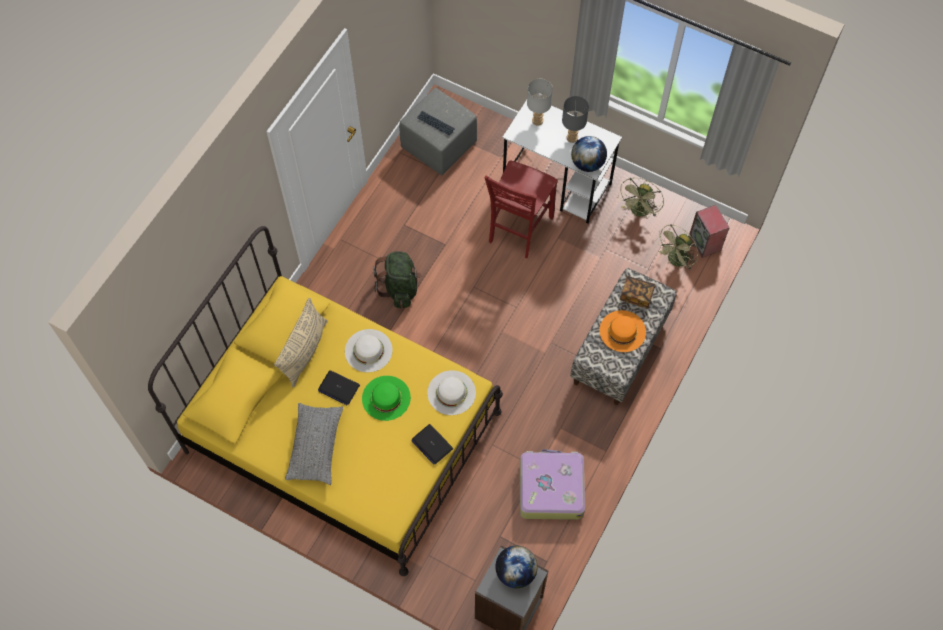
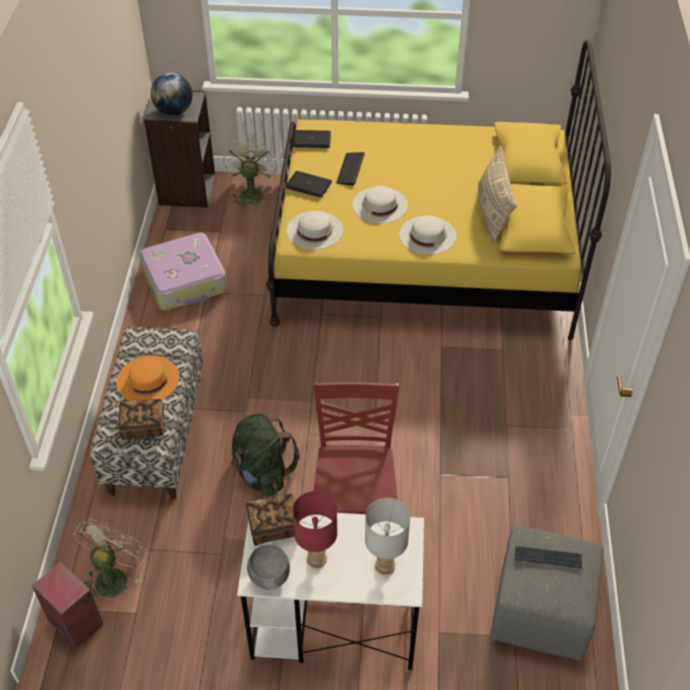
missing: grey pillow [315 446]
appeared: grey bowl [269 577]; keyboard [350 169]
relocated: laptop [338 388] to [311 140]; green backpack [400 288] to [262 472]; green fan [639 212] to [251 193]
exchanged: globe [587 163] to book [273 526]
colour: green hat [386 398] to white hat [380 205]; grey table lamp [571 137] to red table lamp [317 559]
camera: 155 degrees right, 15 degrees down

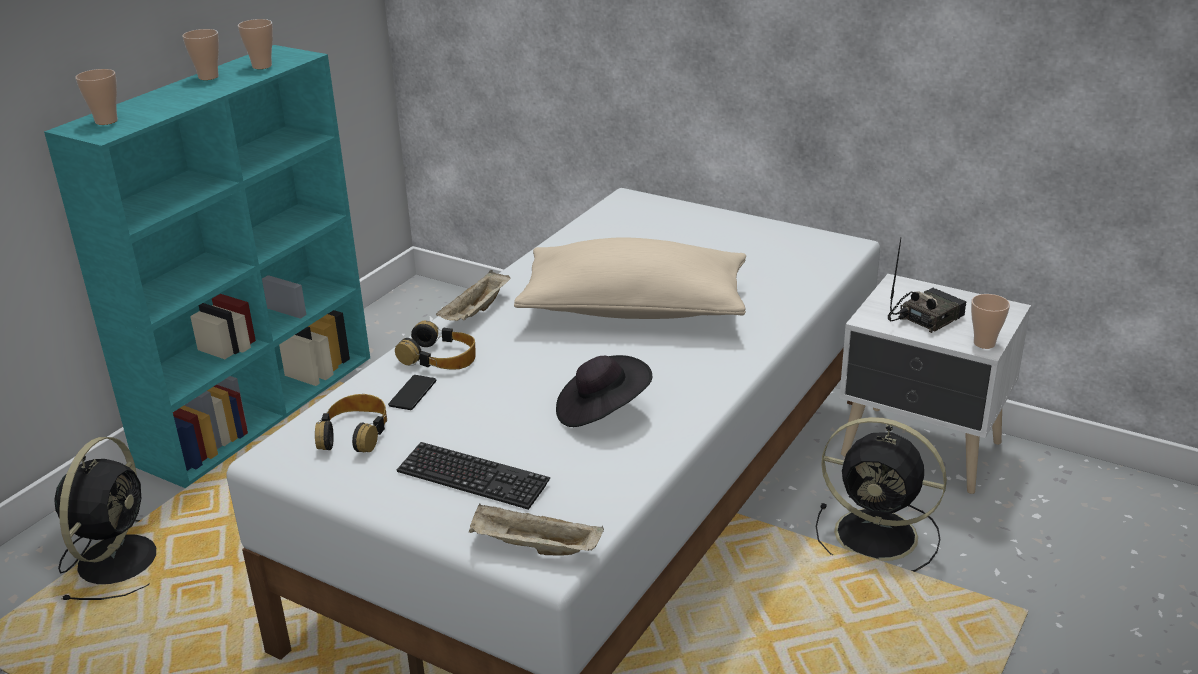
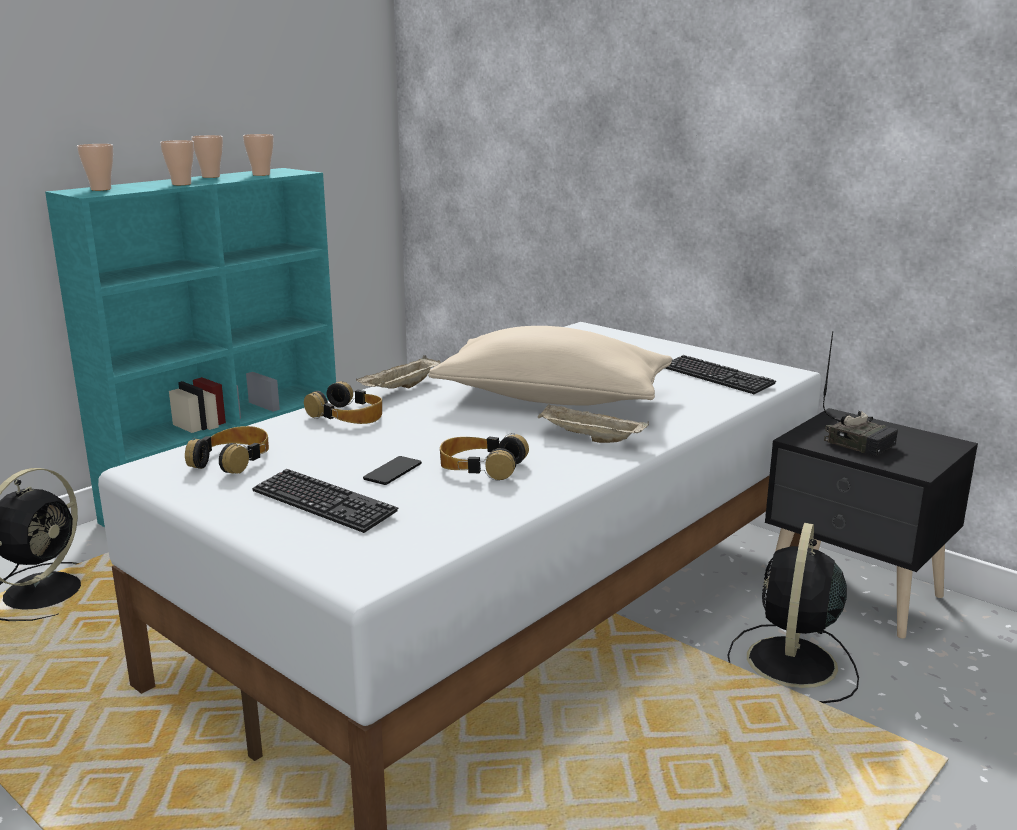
appeared: keyboard [717 377]
relocated: phone [412 393] to [392 471]; beige tray [533 548] to [589 438]; cup [984 343] to [181 184]
exchanged: black hat [601 411] to headphones [481 467]
colour: white nightstand [922 451] to black nightstand [855 595]
spun: black fan [880 535] = [791 664] 75 degrees clockwise; radio [925 317] = [859 442] 75 degrees clockwise
camera: 10 degrees right, 10 degrees down

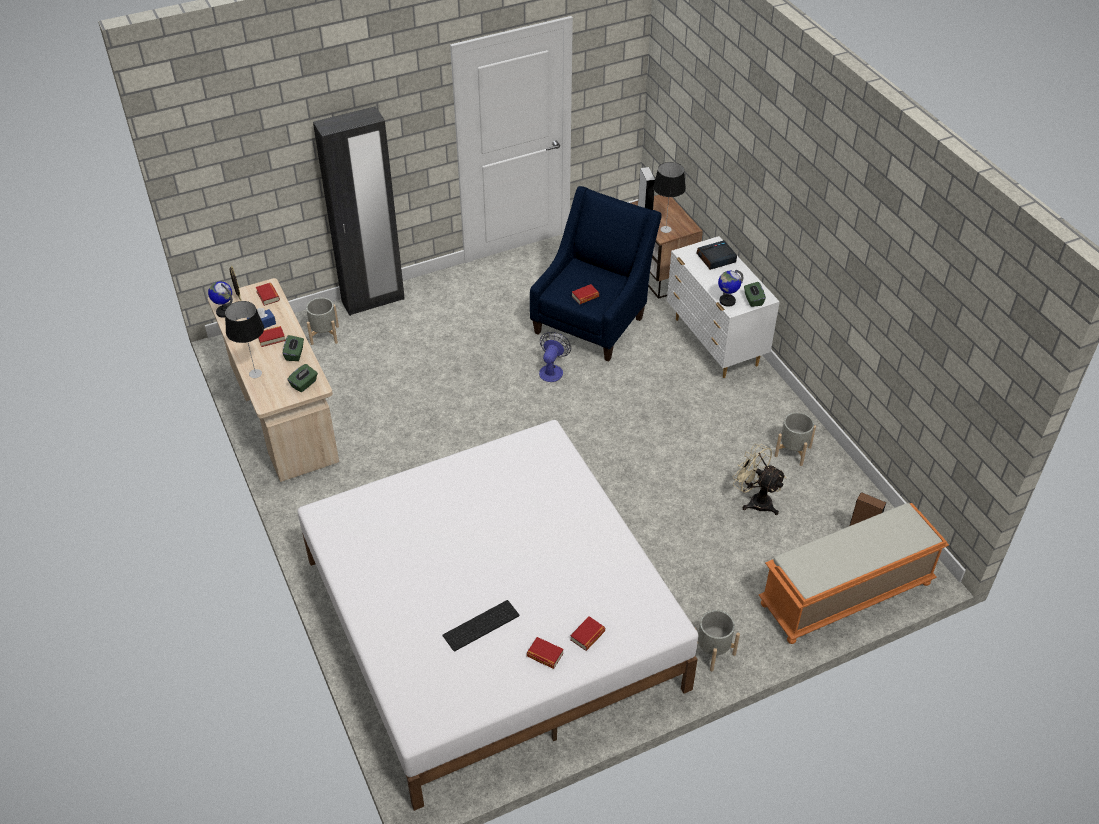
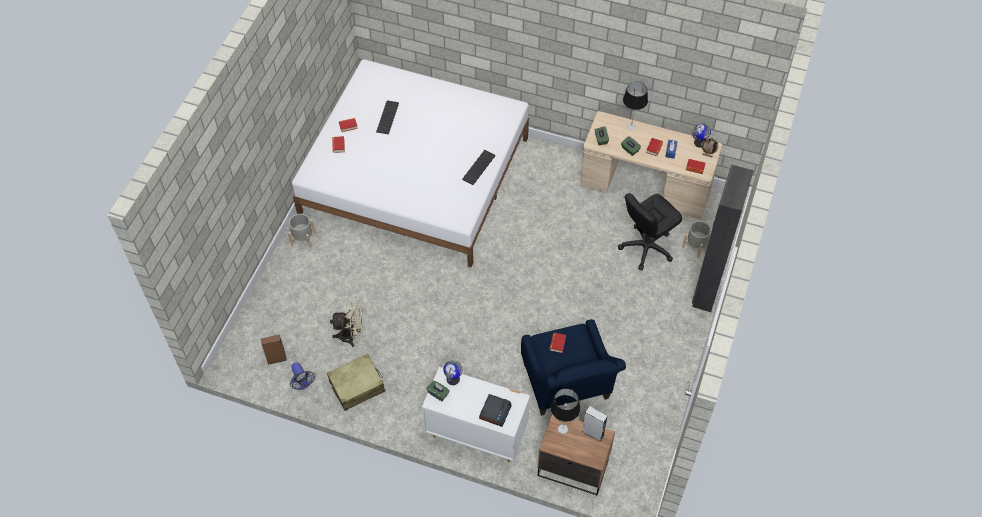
missing: orange bench [845 595]
appeared: keyboard [478 166]; black office chair [646 247]
relocated: fan [552 370] to [302 384]
exchanged: grey planter [793 451] to beige suitcase [357 386]
camera: 135 degrees right, 10 degrees up

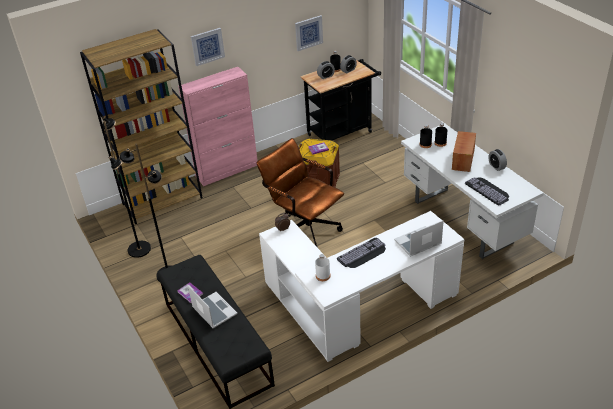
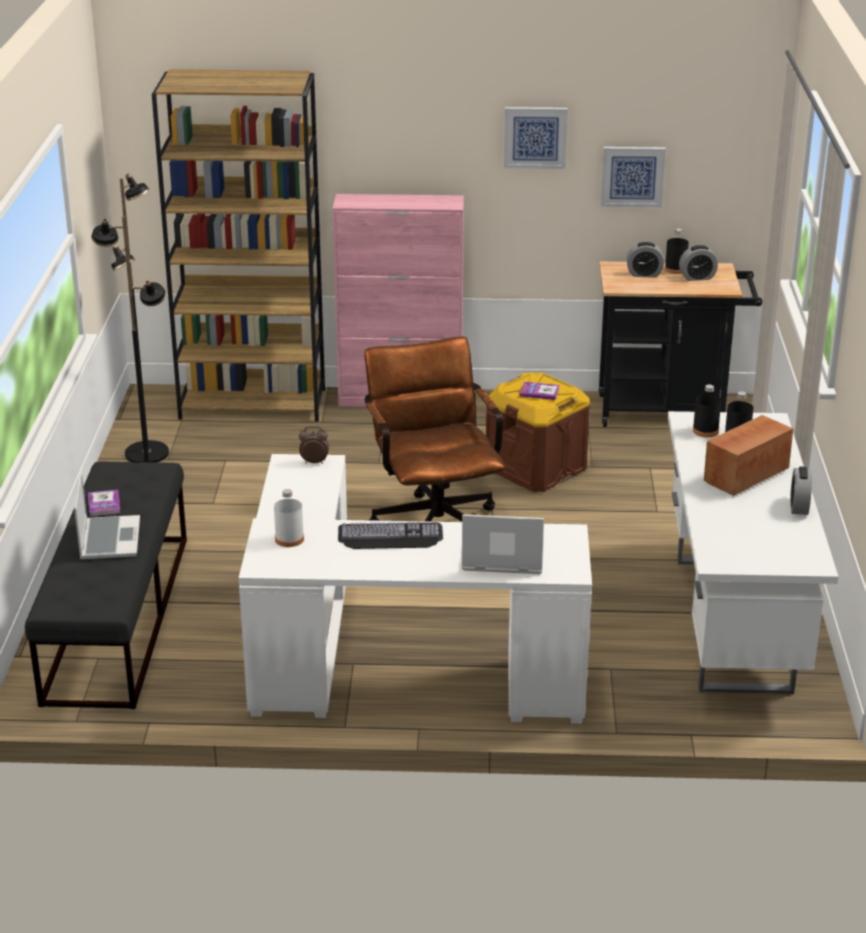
missing: keyboard [488 190]
relocated: picture [207 46] to [535 137]
camera: 30 degrees right, 10 degrees down

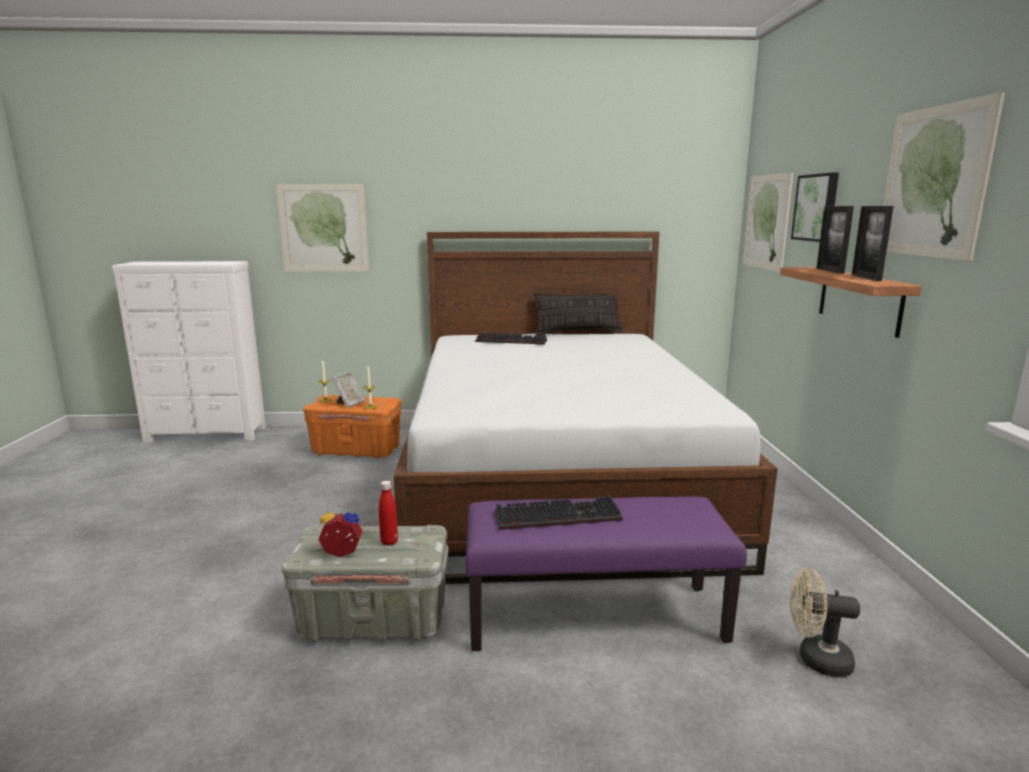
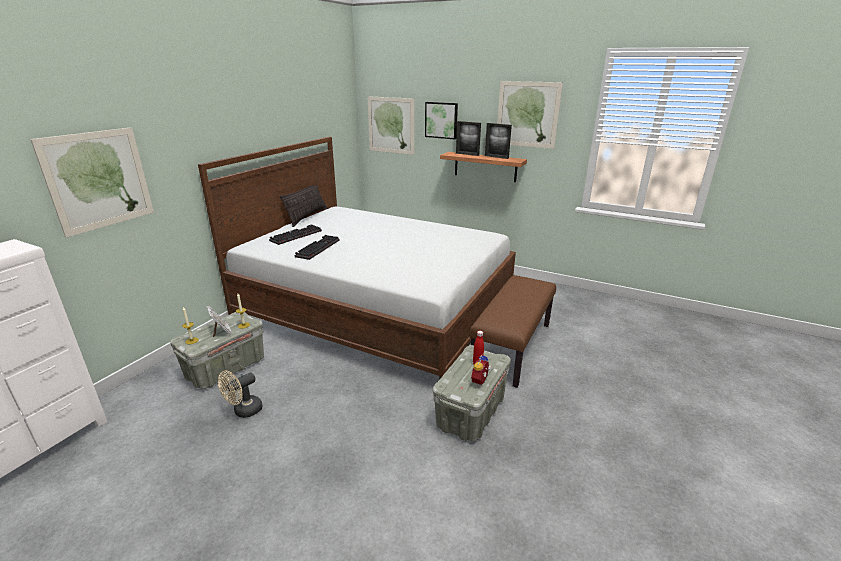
relocated: keyboard [559 515] to [317 248]; beige fan [816 659] to [244 411]
colour: orange storage box [357 450] to grey storage box [226 368]; purple bench [595 616] to brown bench [511 347]
camera: 60 degrees left, 10 degrees up

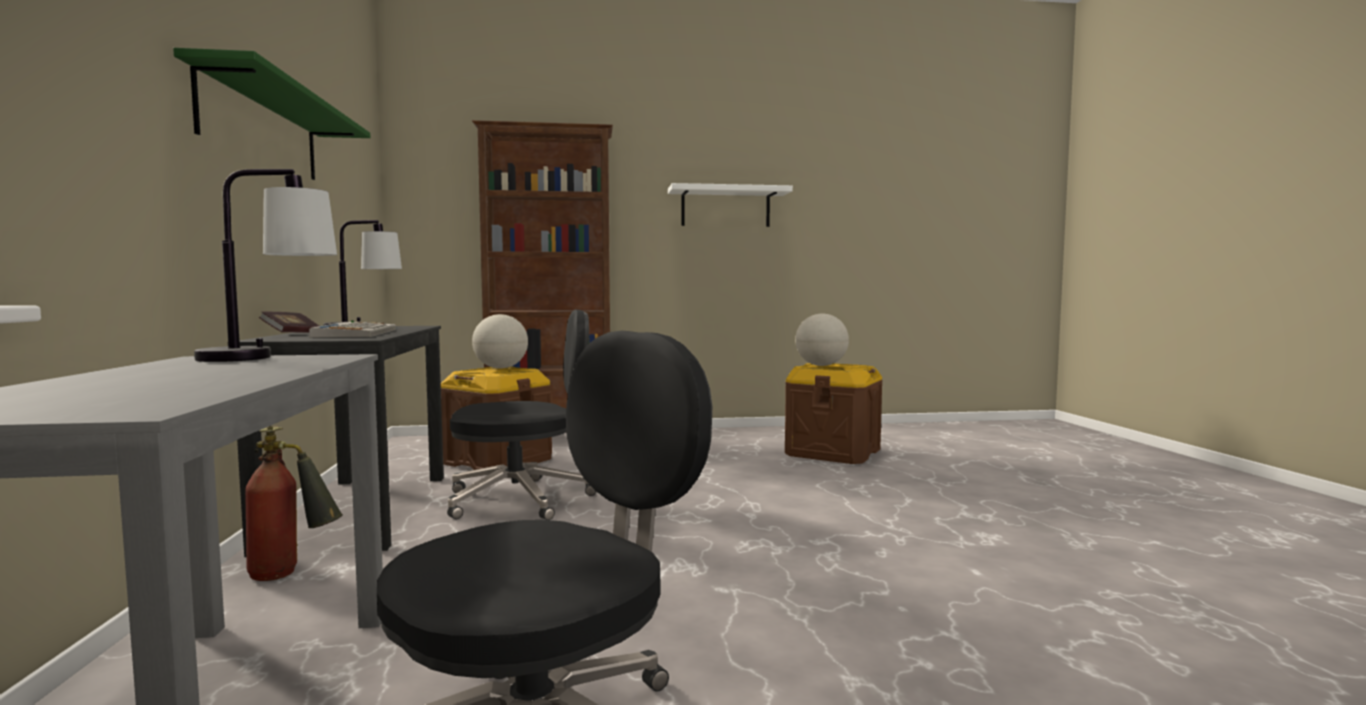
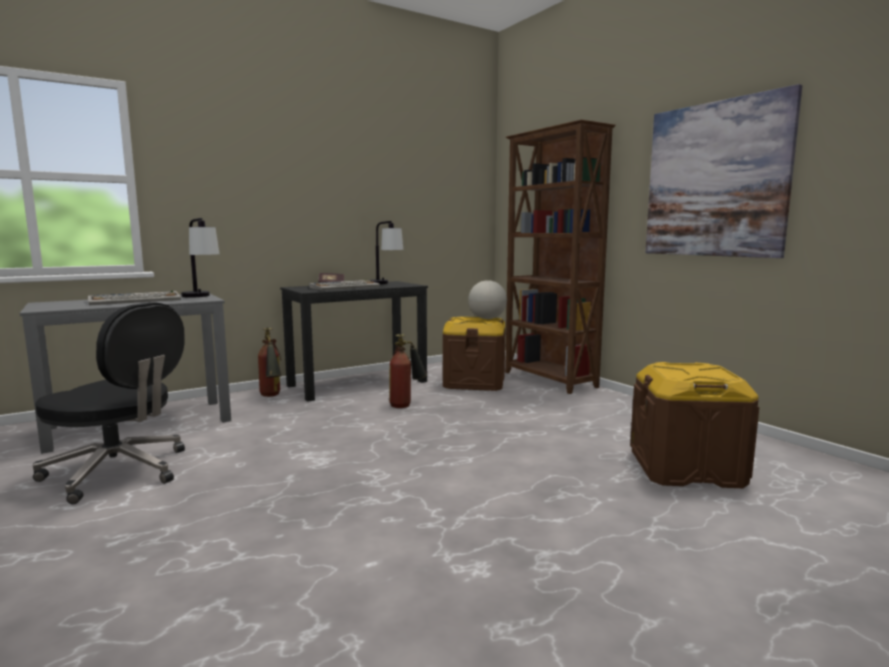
missing: green shelf [262 129]; globe [821 365]
appeared: keyboard [136 300]
exchanged: black office chair [522 499] to fire extinguisher [407 404]; white shelf [725 207] to picture [715 180]
camera: 65 degrees right, 5 degrees up

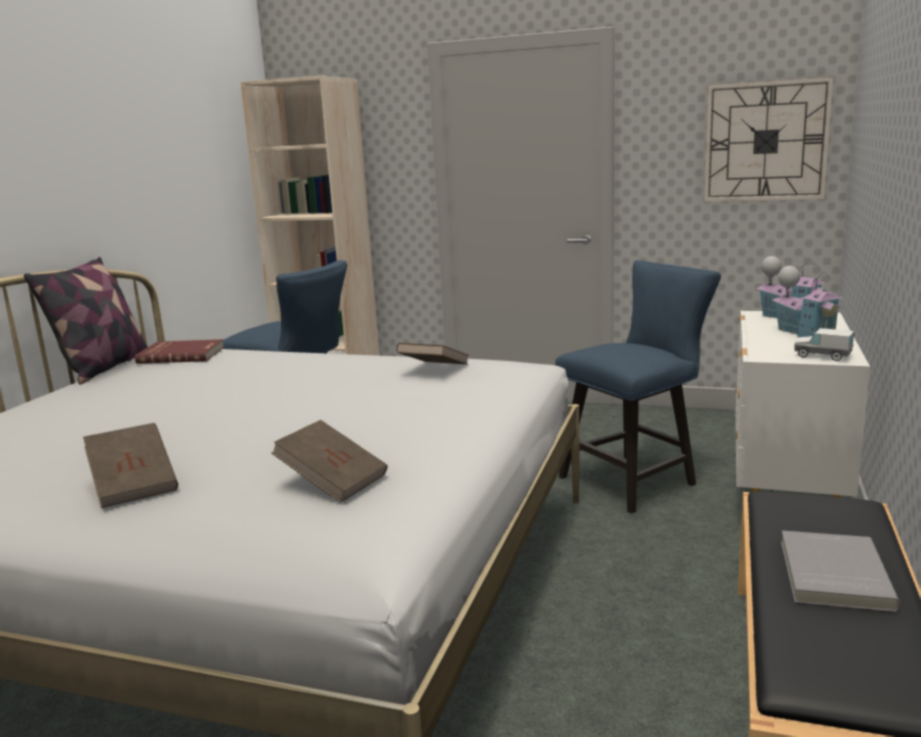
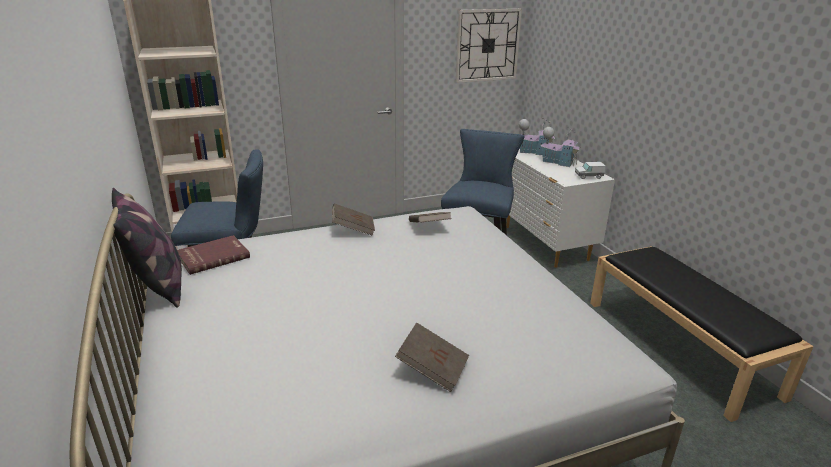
missing: grey book [831 574]
relocated: brown book [333 481] to [353 229]
camera: 40 degrees left, 10 degrees up

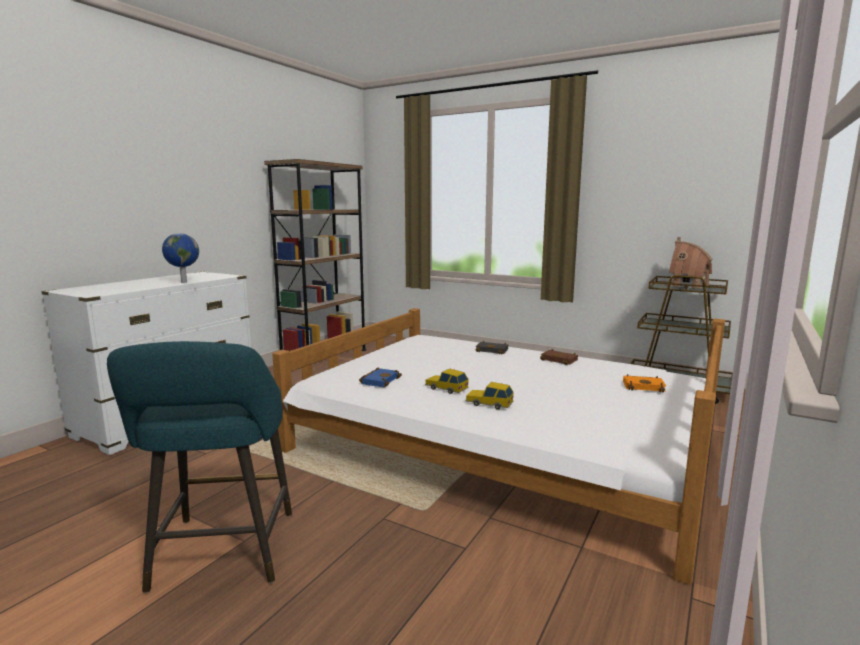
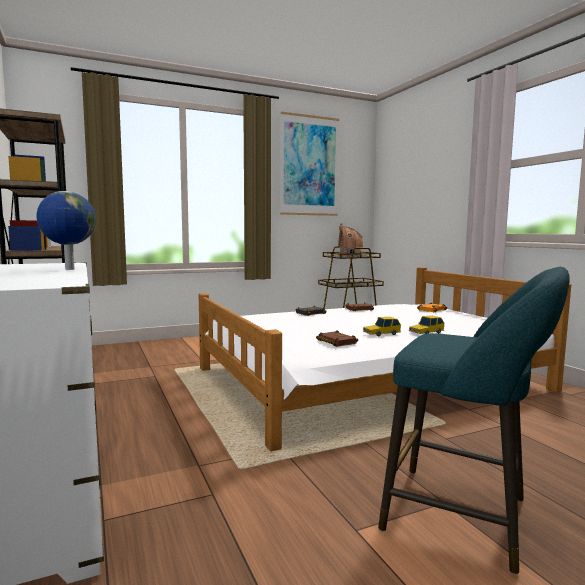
appeared: picture [309 166]
colour: blue book [379 380] to brown book [334 342]
camera: 55 degrees left, 5 degrees down

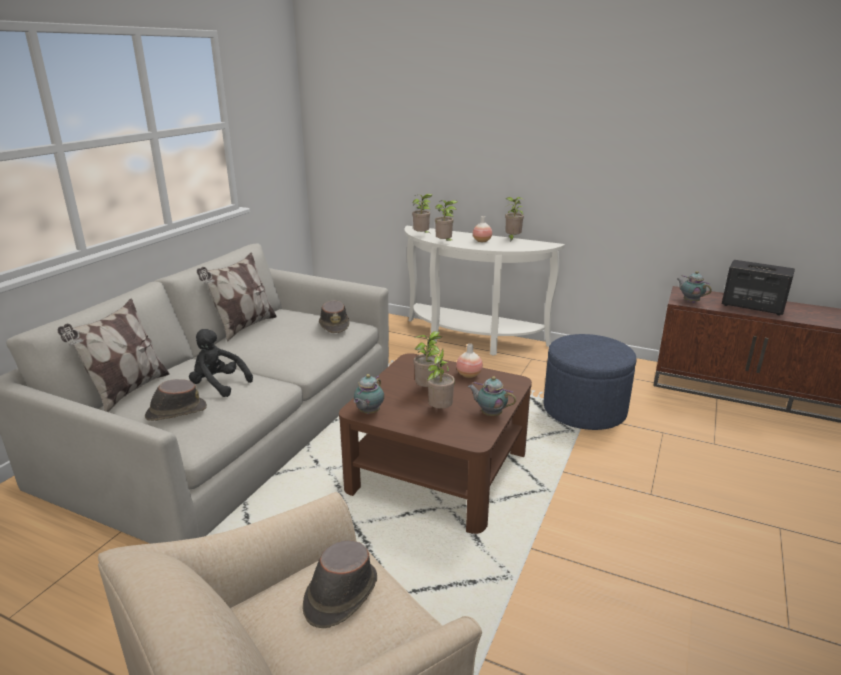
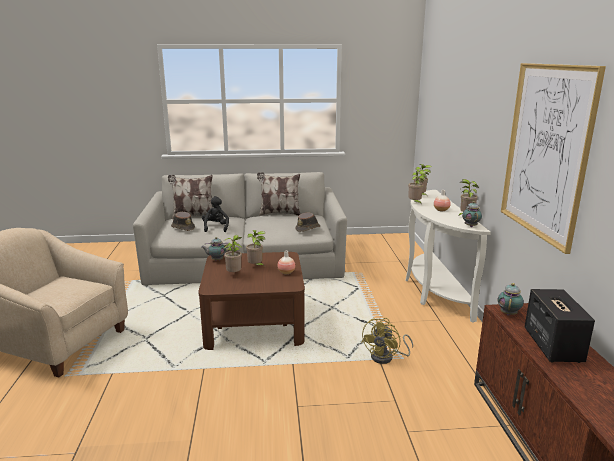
missing: brown hat [340 595]
appeared: picture [546 152]
relocated: teapot [490 414] to [470 226]
exchanged: blue ottoman [584 410] to yellow fan [386 357]
camera: 60 degrees right, 5 degrees down

